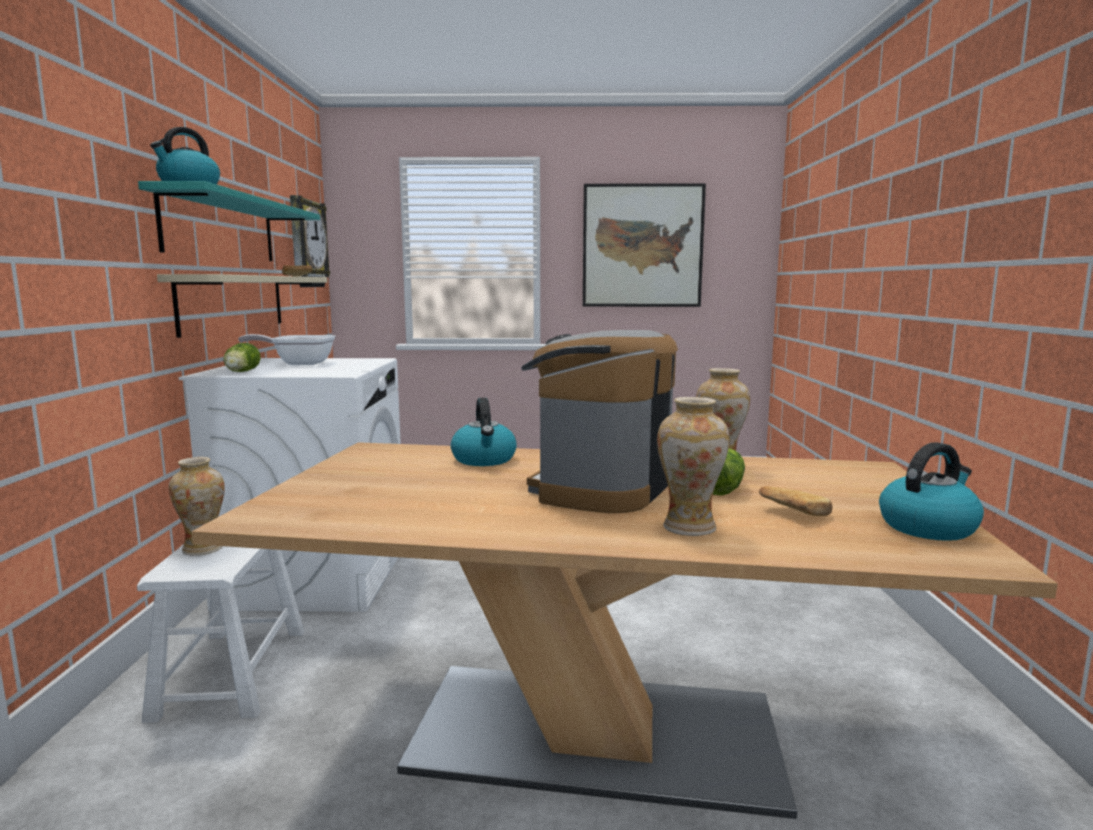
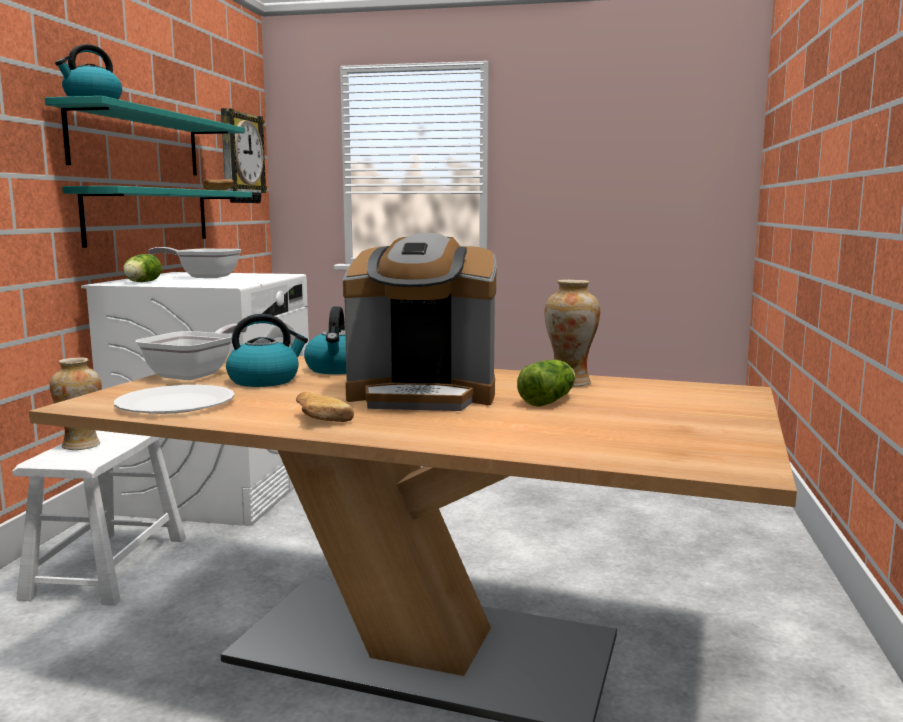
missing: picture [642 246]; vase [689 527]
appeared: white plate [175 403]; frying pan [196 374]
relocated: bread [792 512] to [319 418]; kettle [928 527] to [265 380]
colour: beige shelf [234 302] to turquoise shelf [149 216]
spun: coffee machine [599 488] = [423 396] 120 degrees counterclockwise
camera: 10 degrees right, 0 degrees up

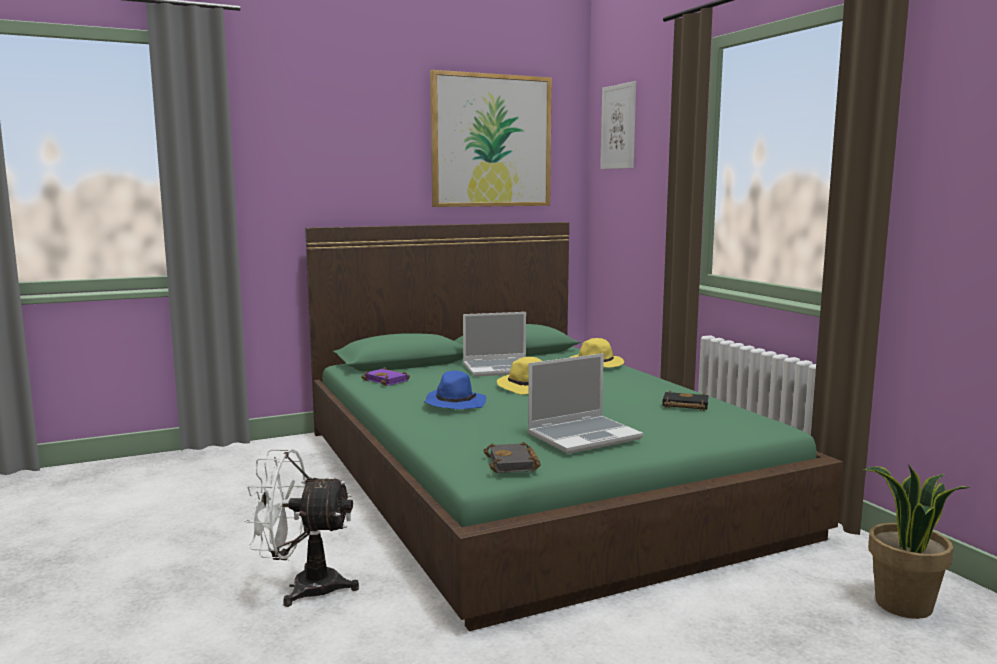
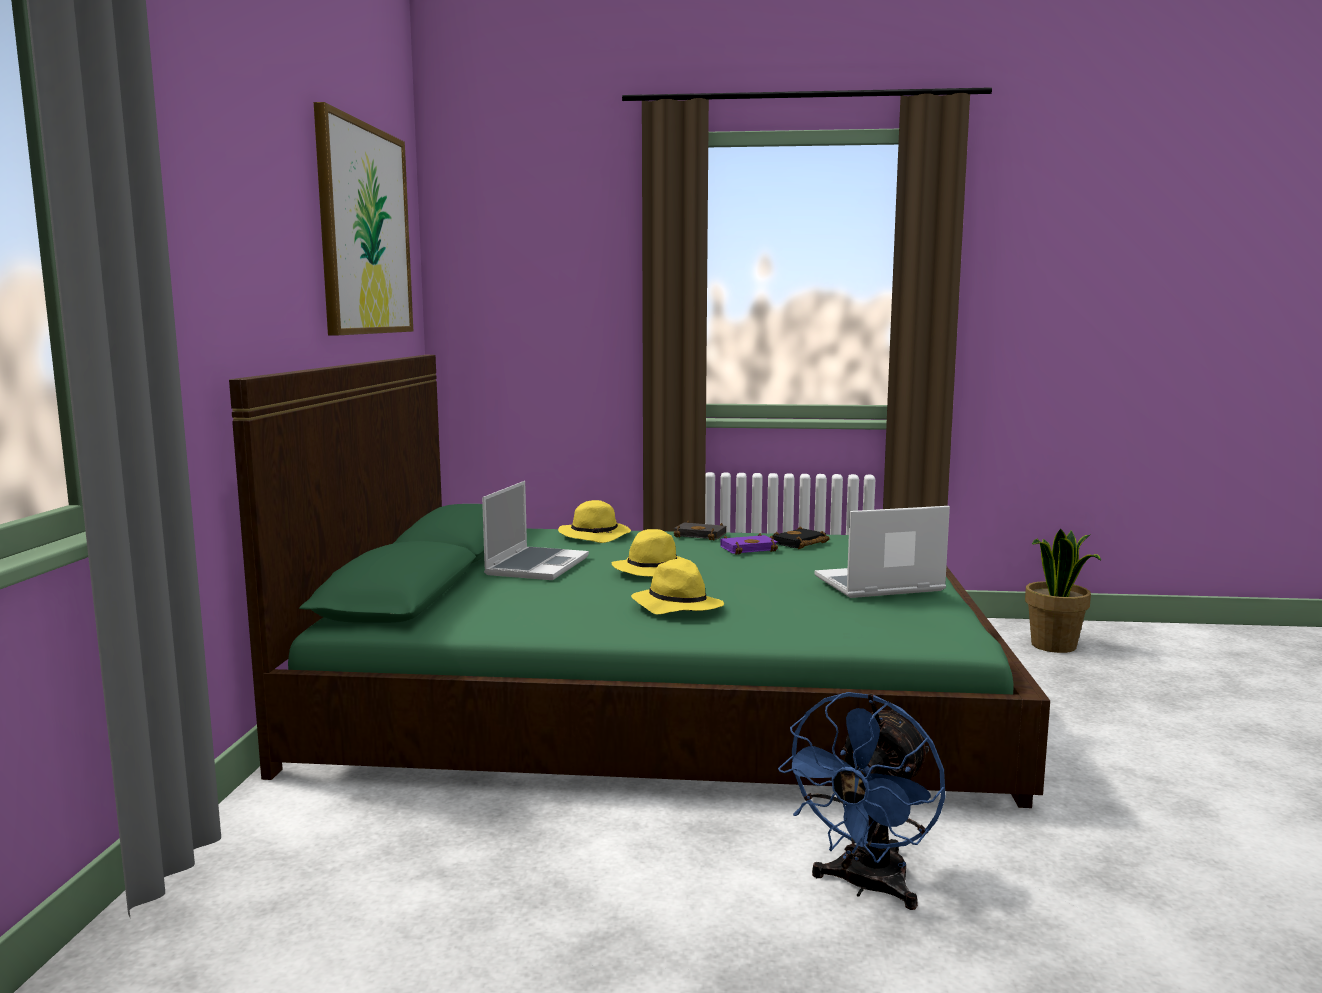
missing: picture [618 127]
relocated: purple book [387 380] to [749 548]; black book [514 463] to [702 535]
colour: white fan [303 587] to blue fan [865 886]; blue hat [454 404] to yellow hat [676 607]
spun: laptop [584 436] = [878 585] 105 degrees counterclockwise
camera: 60 degrees left, 0 degrees up

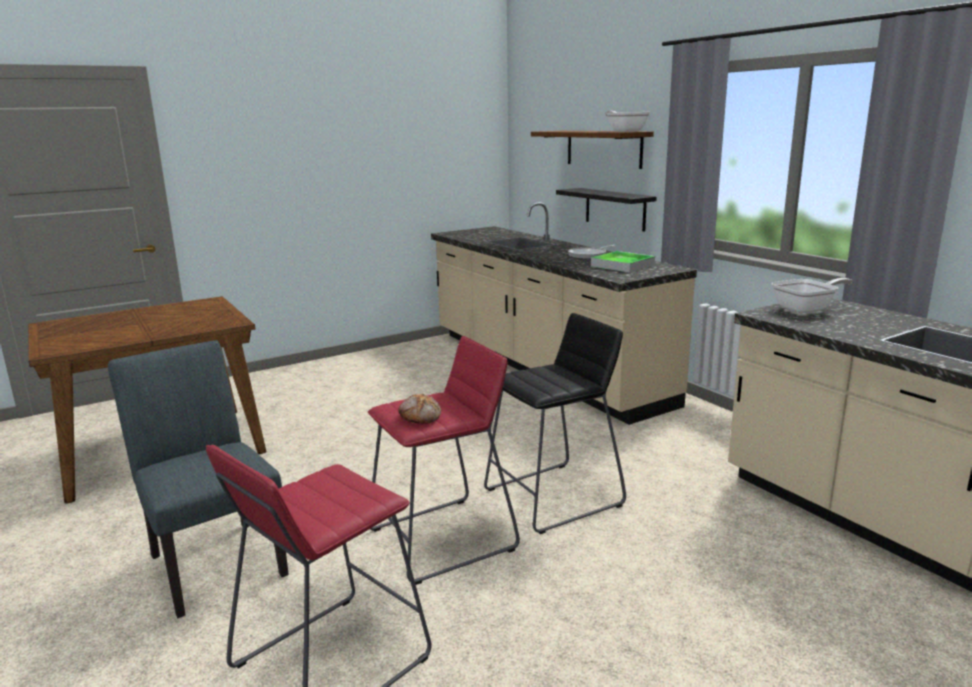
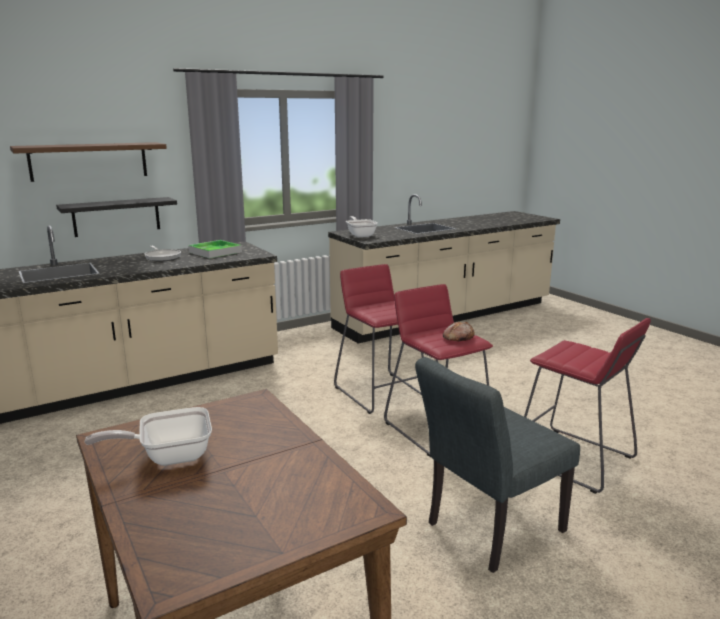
relocated: frying pan [625 131] to [168 456]
colour: black stool [554 497] to red stool [380 392]
camera: 90 degrees left, 0 degrees up

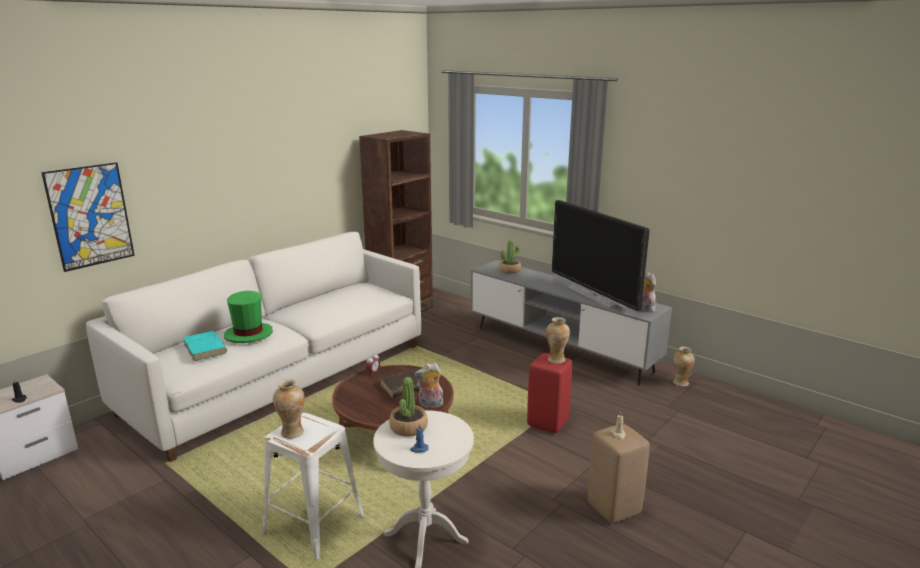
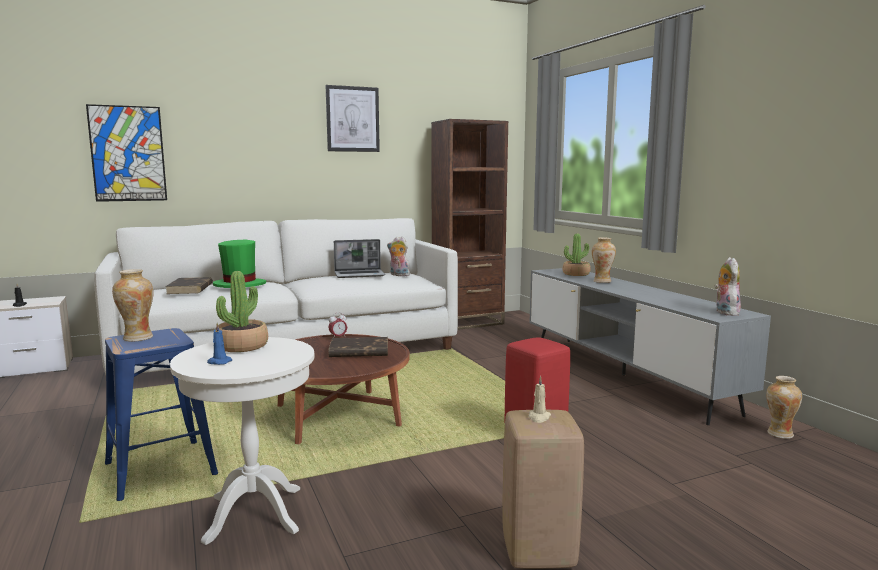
missing: television [595 296]
appeared: picture [352 119]; laptop [360 275]
relocated: plush toy [430 405] to [398 275]; vase [556 359] to [602 281]
colour: turquoise book [205 348] to brown book [190 289]; white stool [314 524] to blue stool [162 469]
camera: 25 degrees right, 10 degrees down

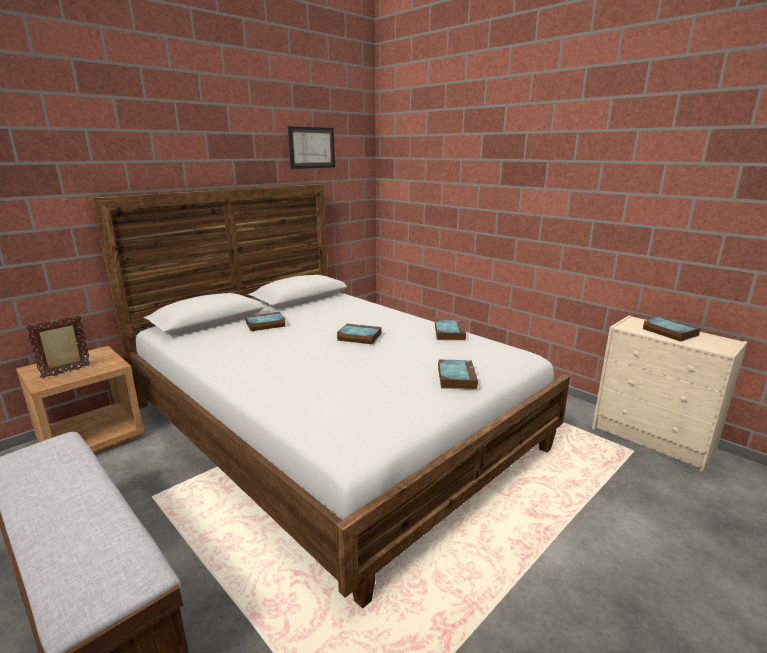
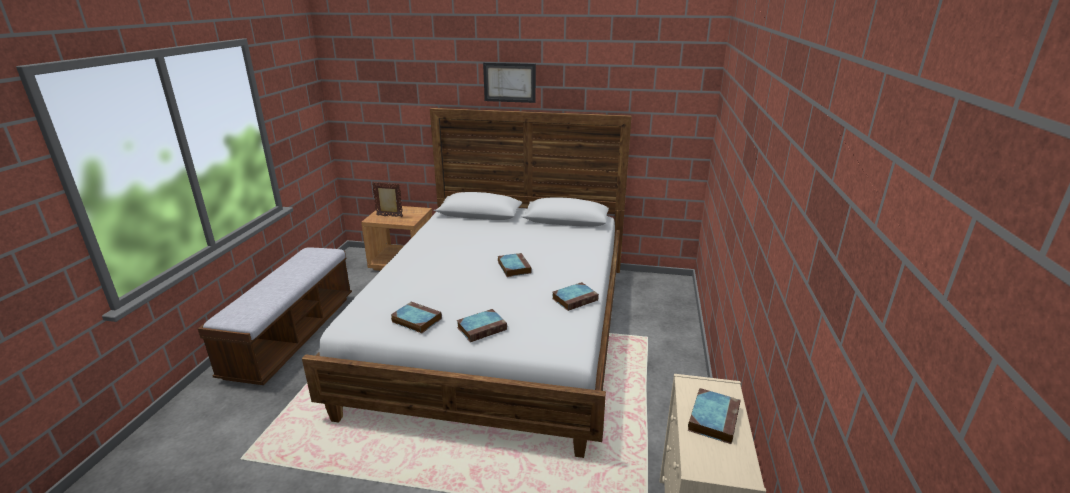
relocated: book [265 325] to [415 320]; picture [312 147] to [509 82]
camera: 55 degrees right, 5 degrees up

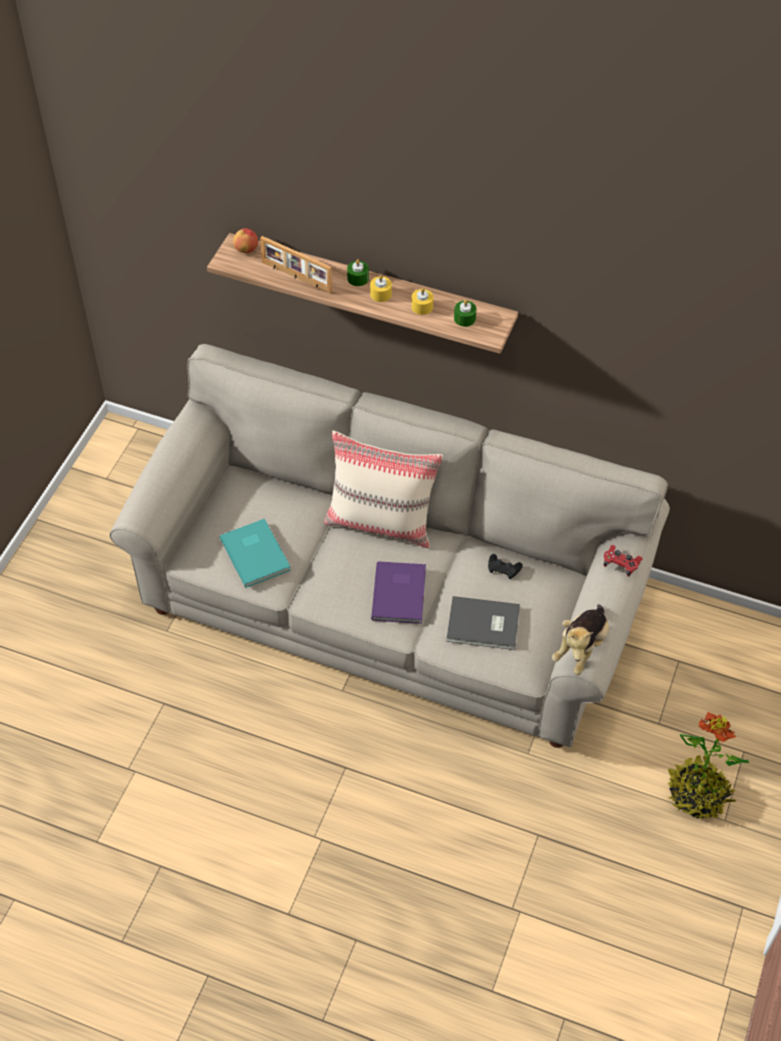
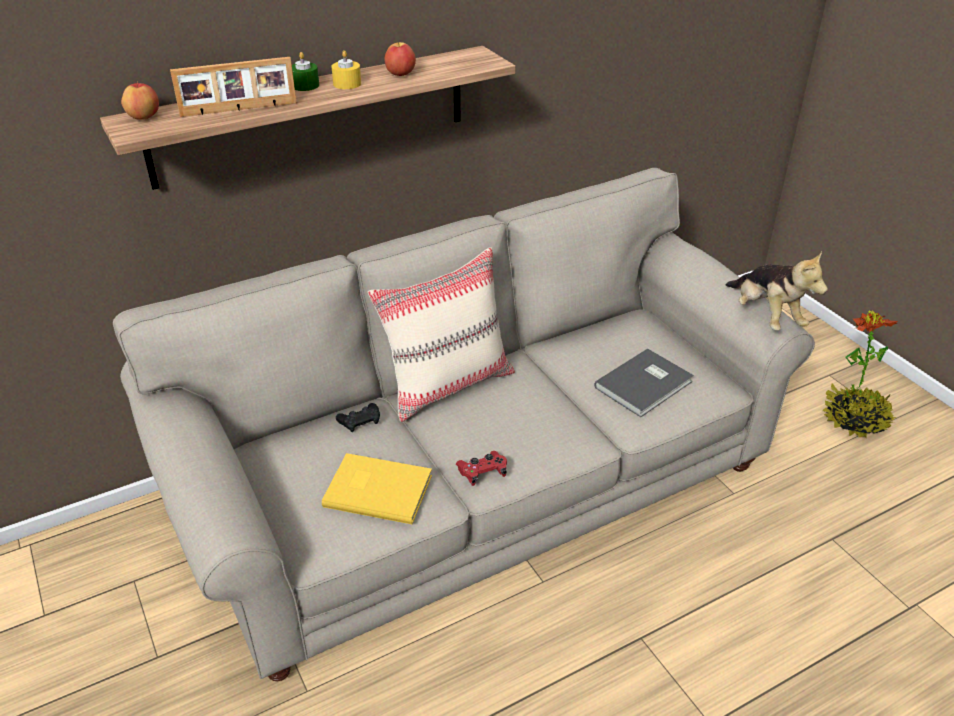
missing: purple book [401 593]; green candle [464 318]
relocated: black game controller [503 569] to [360 421]; red game controller [621 564] to [482 473]
exchanged: yellow candle [422 307] to apple [400 74]
colour: turquoise book [256 553] to yellow book [377 489]
camera: 50 degrees left, 15 degrees down

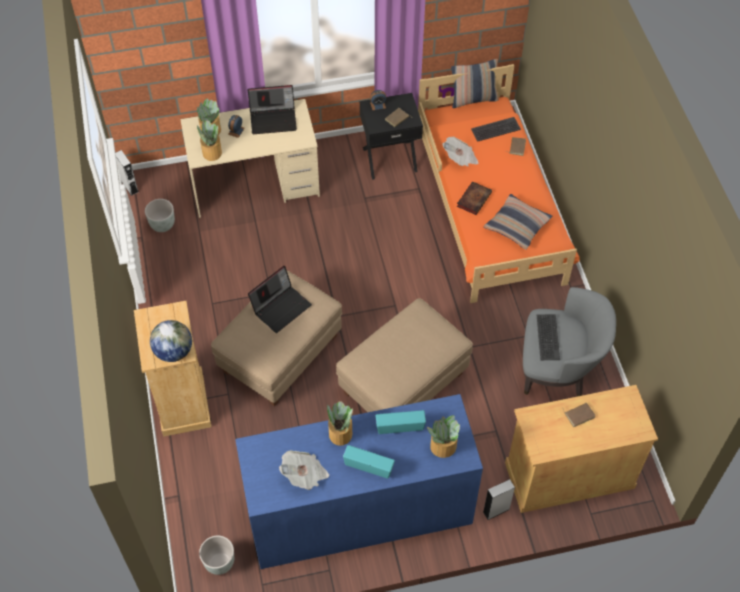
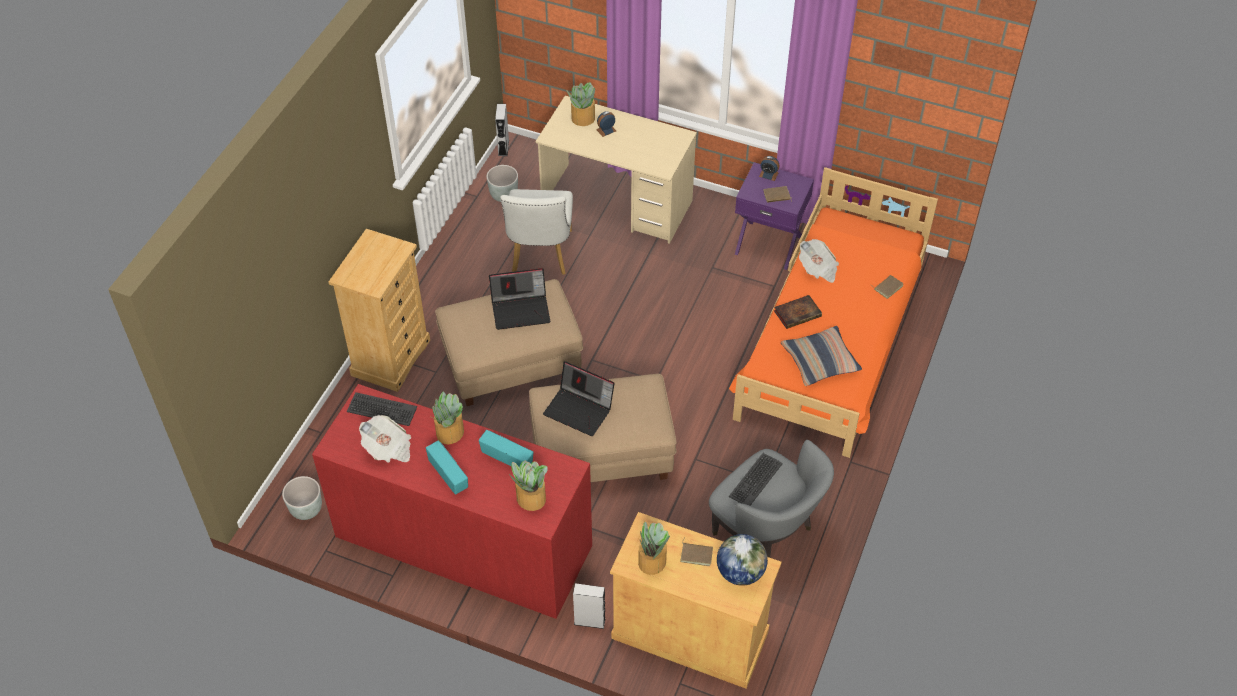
missing: pillow [473 99]
appeared: white chair [540 256]
relocated: globe [173 351] to [740 572]; potted plant [212 153] to [651 562]; laptop [274 119] to [580 410]; keyboard [496 130] to [381 410]
colour: blue dresser [358 510] to red dresser [463 540]; black nightstand [389 158] to purple nightstand [769 244]
camera: 35 degrees right, 5 degrees down

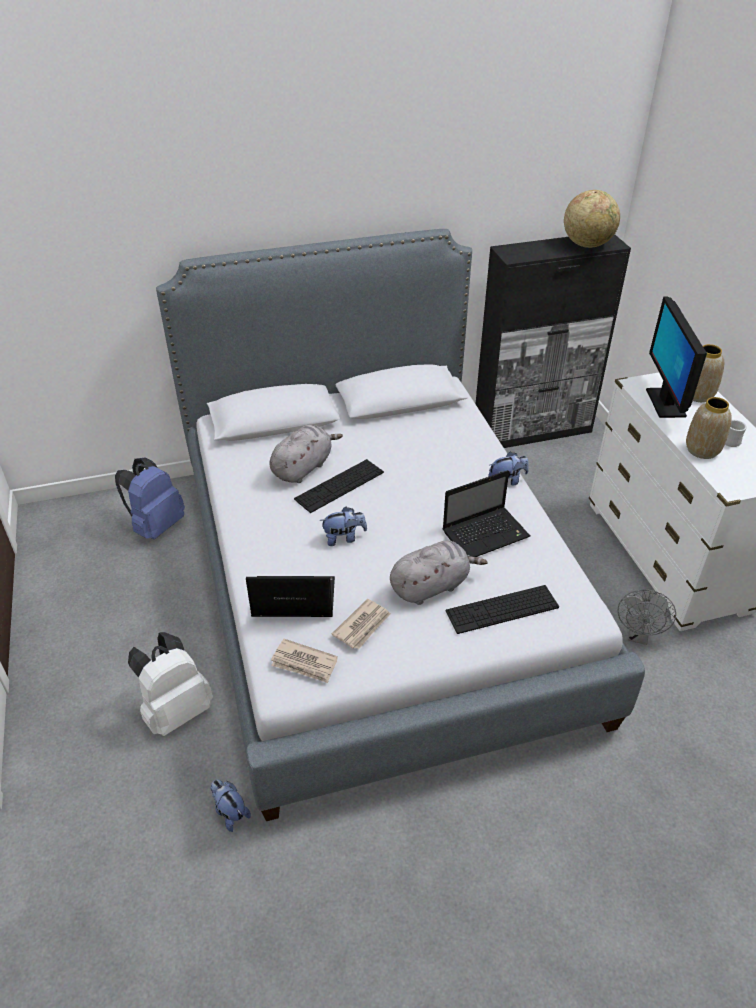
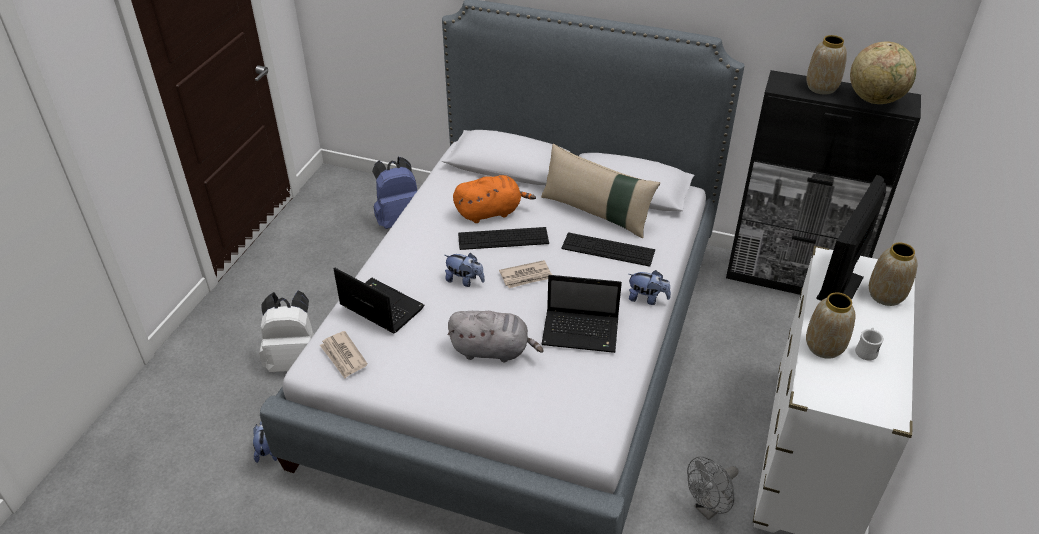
appeared: beige pillow [596 212]; vase [821 87]
relocated: newspaper [363 626] to [526 276]; keyboard [502 609] to [608 249]
colour: grey plush toy [303 467] to orange plush toy [491 212]
camera: 35 degrees right, 0 degrees up

